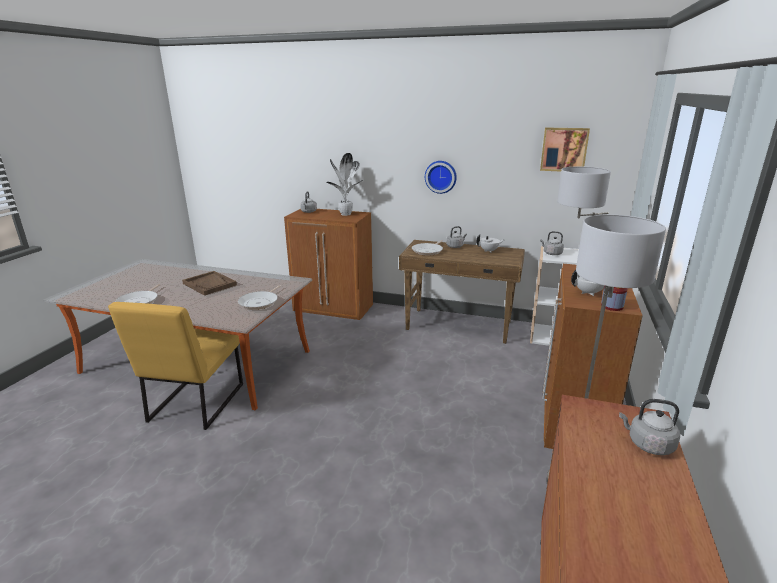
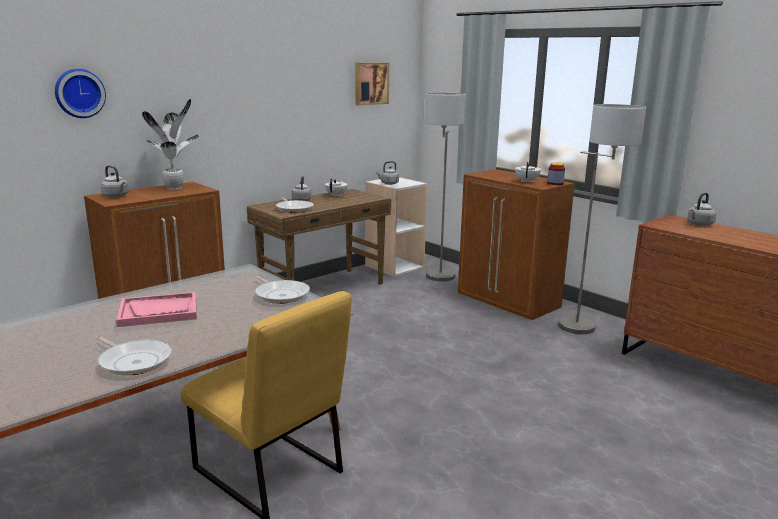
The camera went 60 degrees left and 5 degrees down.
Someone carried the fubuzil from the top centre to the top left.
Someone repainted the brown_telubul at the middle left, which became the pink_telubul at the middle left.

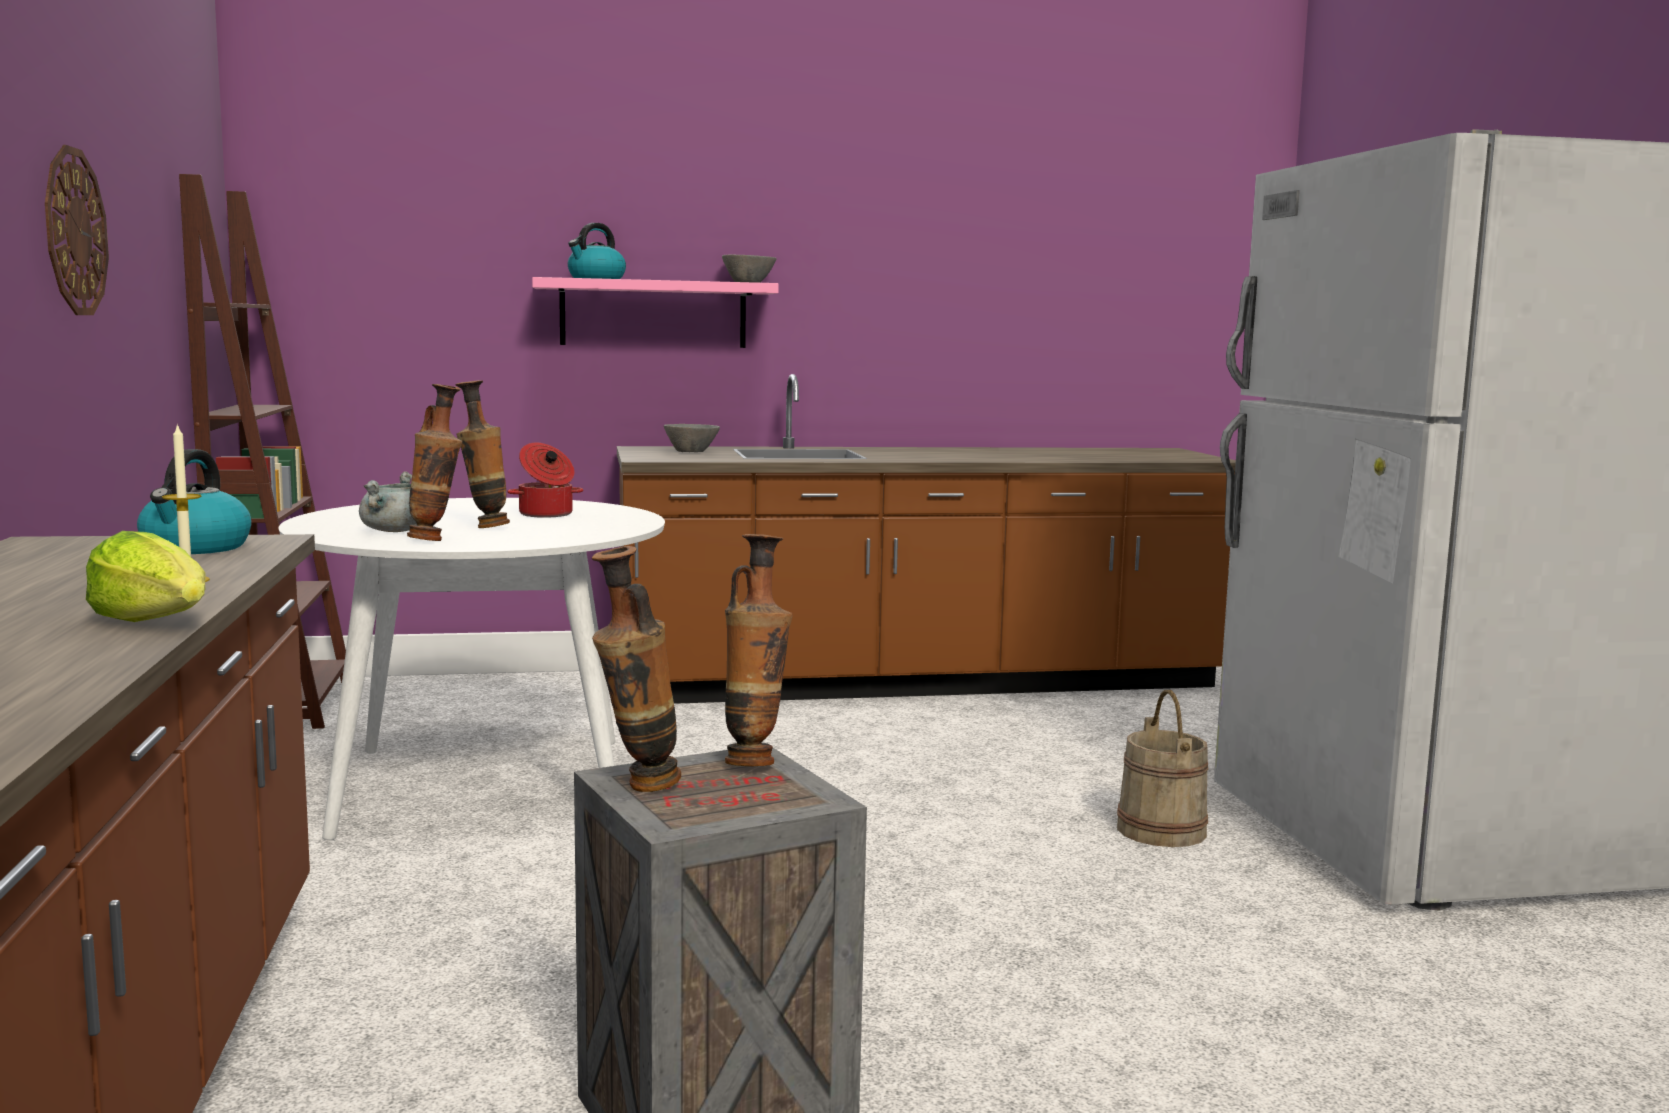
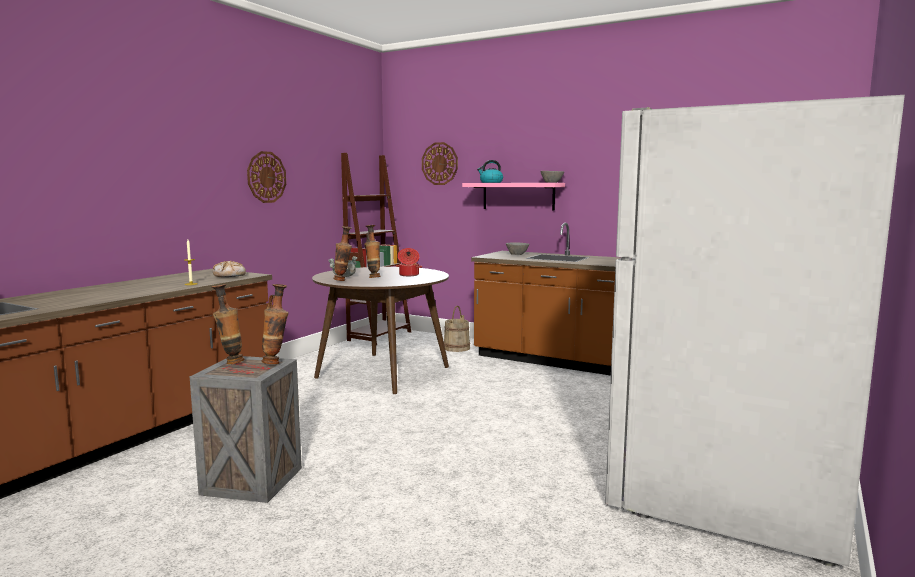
The camera went 40 degrees right and 0 degrees up.
Someone swapped the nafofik (1st from left) at the middle left for the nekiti at the middle left.
Someone repainted the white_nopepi at the middle left, which became the brown_nopepi at the centre.
Someone took away the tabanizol at the middle left.
Someone carried the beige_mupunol from the bottom right to the centre.
Someone put up the fubuzil (2nd from left) at the top centre.

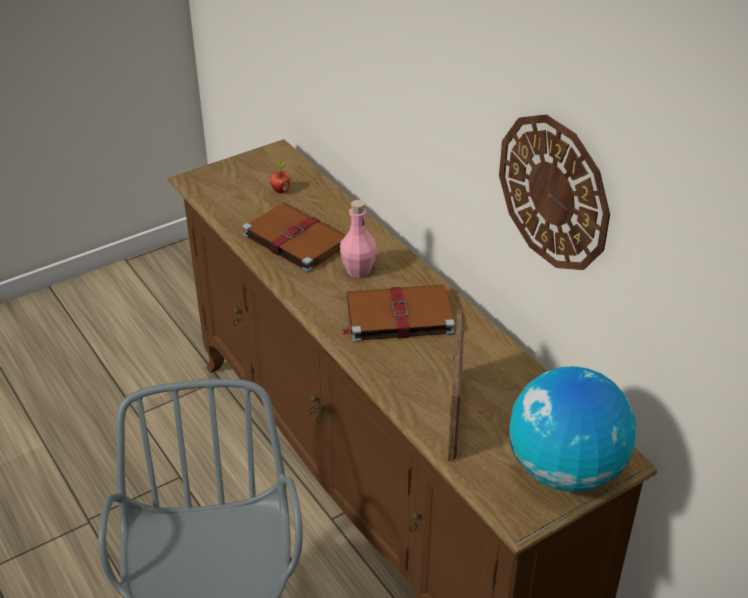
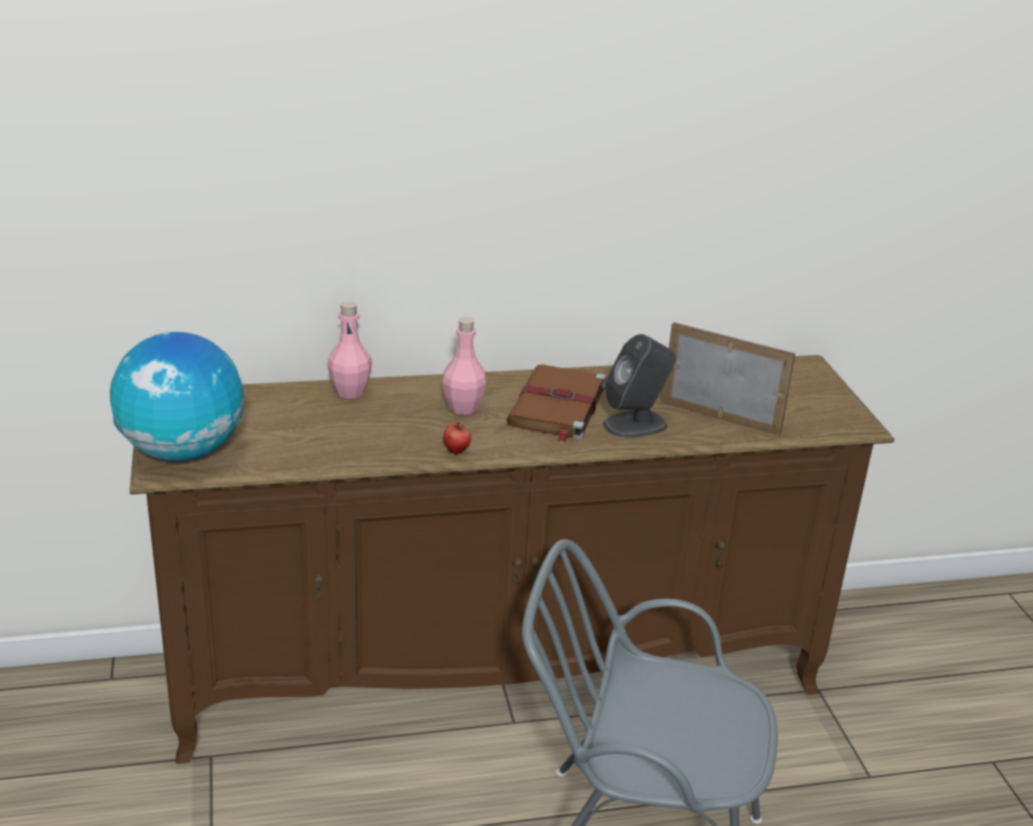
The camera went 70 degrees left and 10 degrees down.
Someone took away the fubuzil at the top right.
Someone carried the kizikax from the top centre to the centre.
Someone took away the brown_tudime (1st from left) at the centre.
Someone carried the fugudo from the bottom right to the middle left.
Someone put down the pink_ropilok (1st from left) at the centre.
Someone put down the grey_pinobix at the centre.

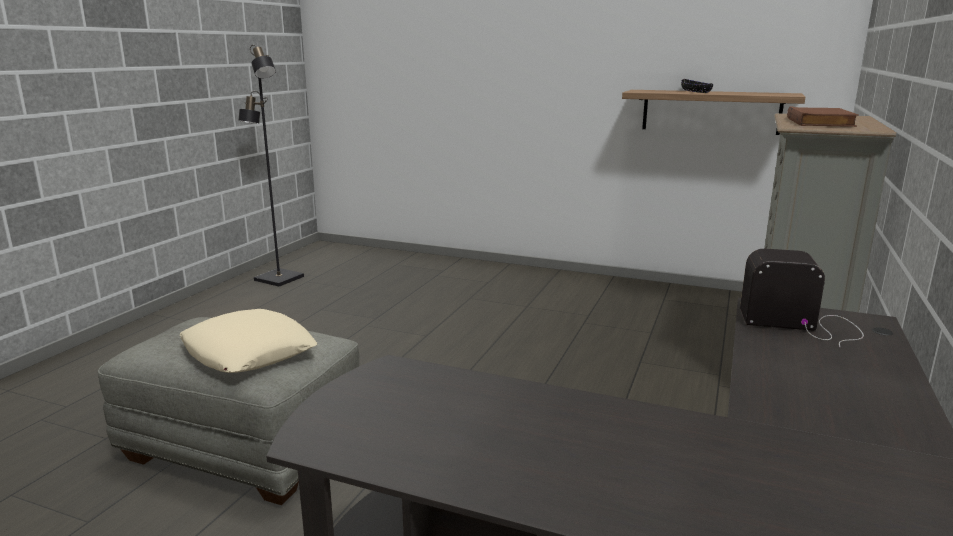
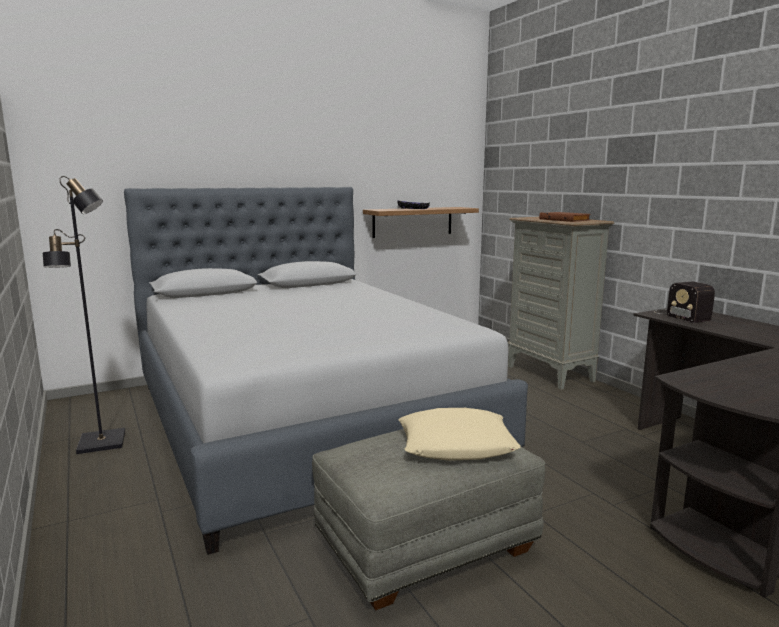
The camera went 50 degrees left and 5 degrees down.
Someone rotated the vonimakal at the middle right by 75 degrees counterclockwise.
Someone put down the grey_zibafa at the centre.

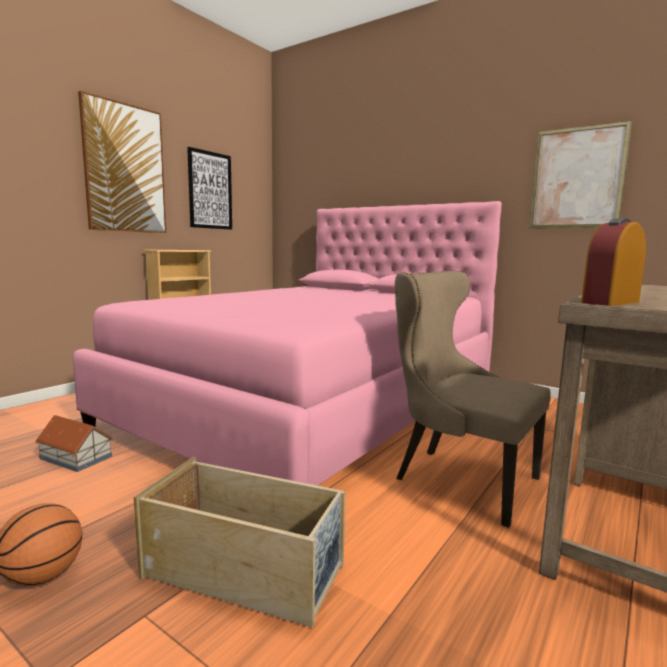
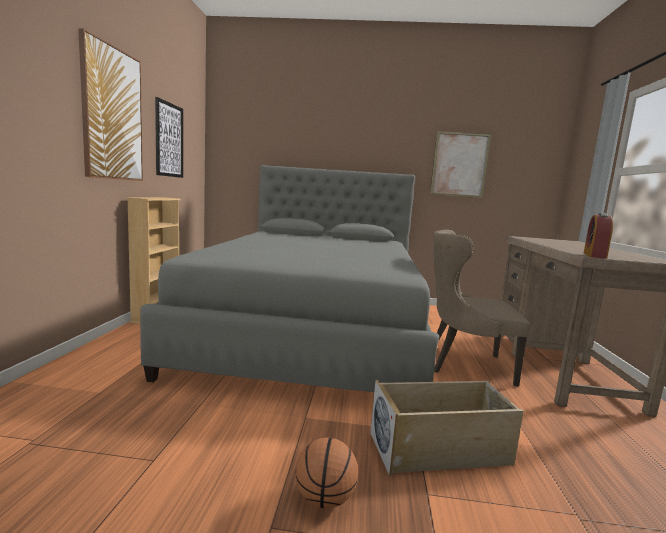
The camera went 30 degrees left and 0 degrees up.
Someone repainted the pink_zibafa at the centre, which became the grey_zibafa at the centre.
Someone took away the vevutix at the middle left.

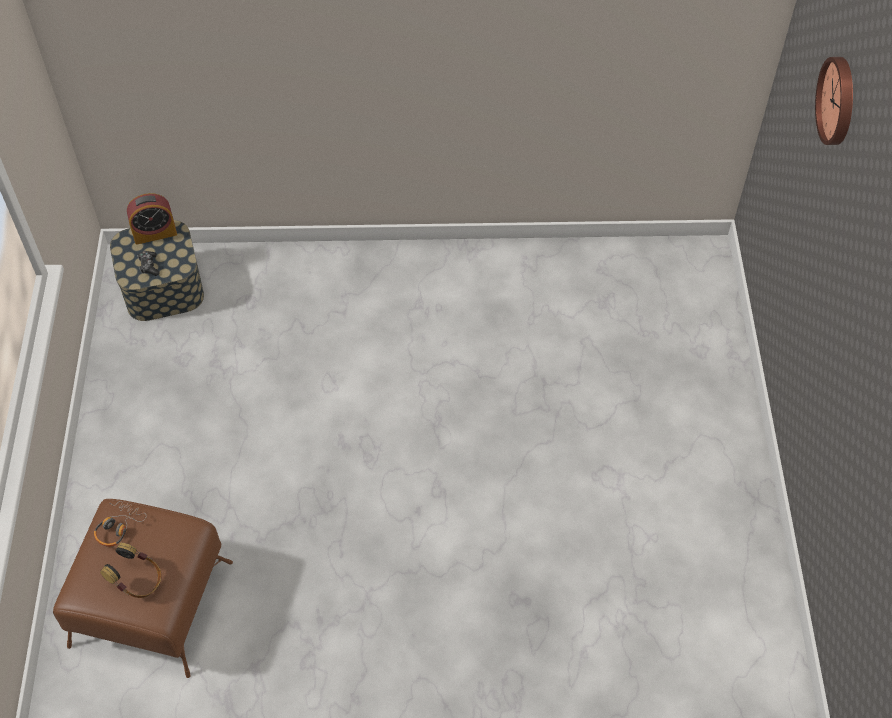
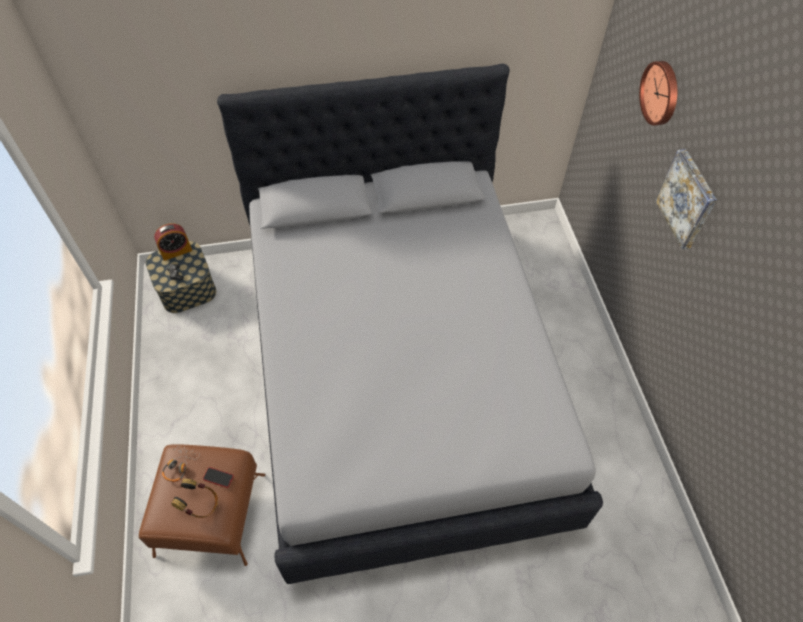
The camera went 10 degrees left and 0 degrees up.
Someone put down the grey_zibafa at the centre.
Someone put up the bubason at the top right.
Someone put down the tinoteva at the bottom left.

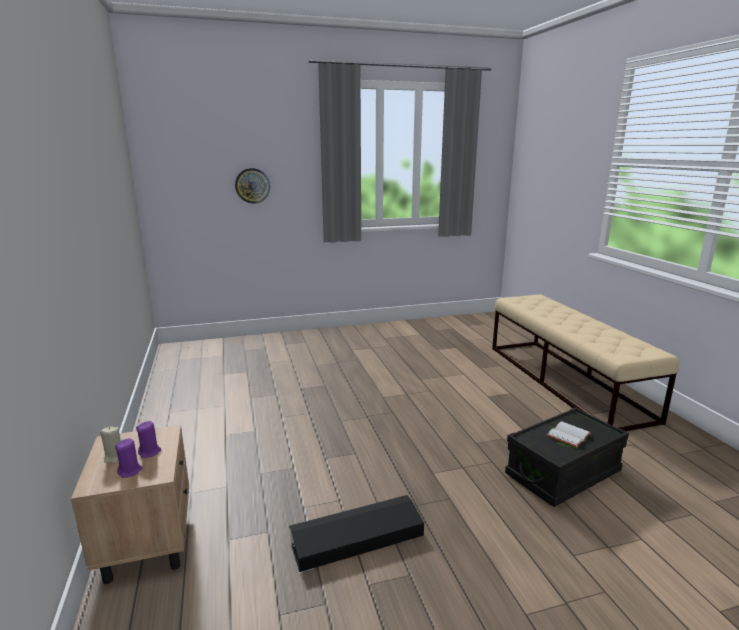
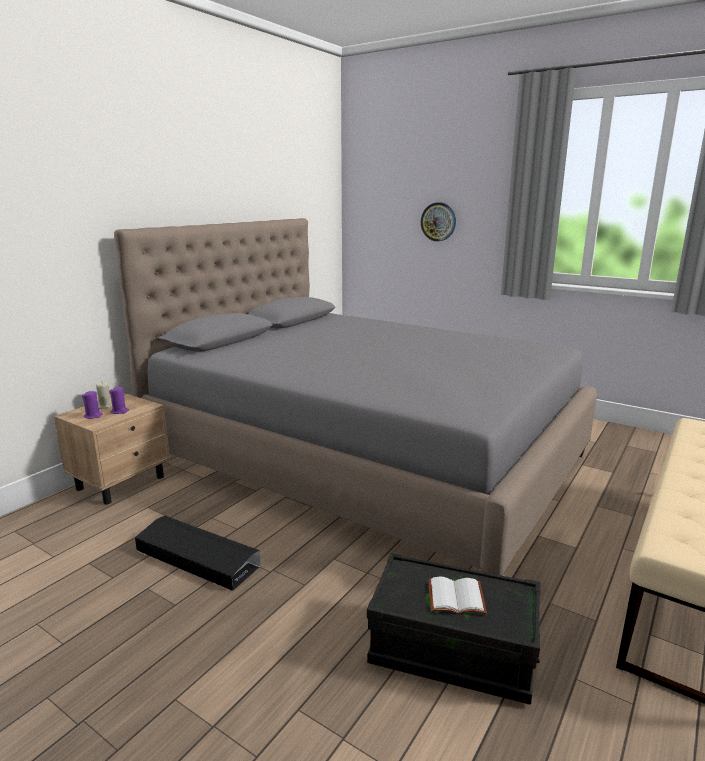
The camera went 50 degrees right and 0 degrees up.
Someone put down the grey_zibafa at the centre.

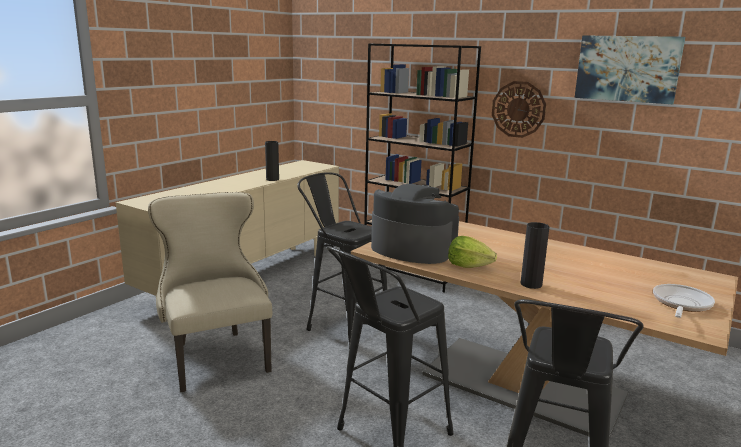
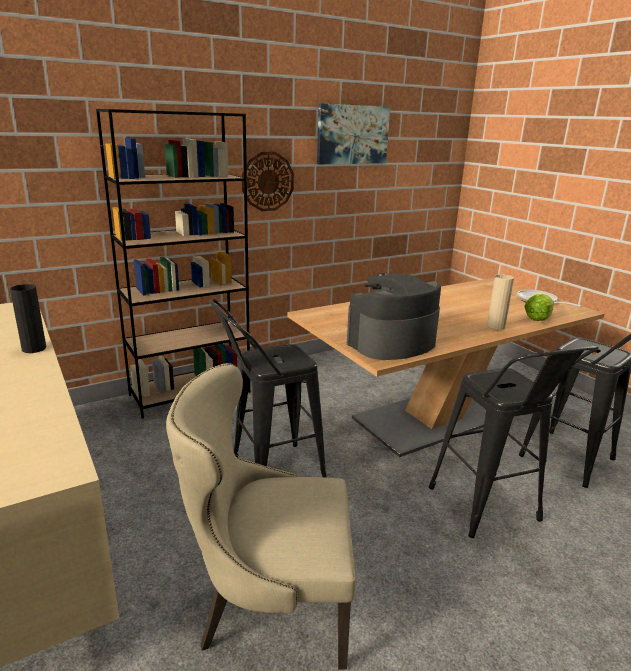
The camera went 65 degrees left and 5 degrees up.
Someone repainted the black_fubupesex (2nd from left) at the middle right, which became the beige_fubupesex at the middle right.
Someone carried the tabanizol from the centre to the middle right.

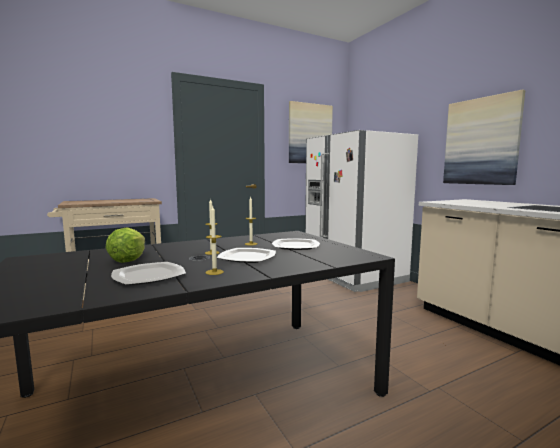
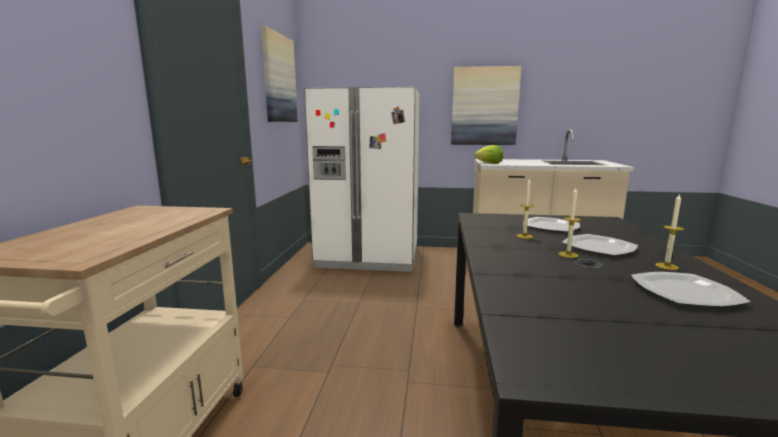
The camera went 55 degrees left and 5 degrees up.
Someone carried the tabanizol from the middle left to the centre.

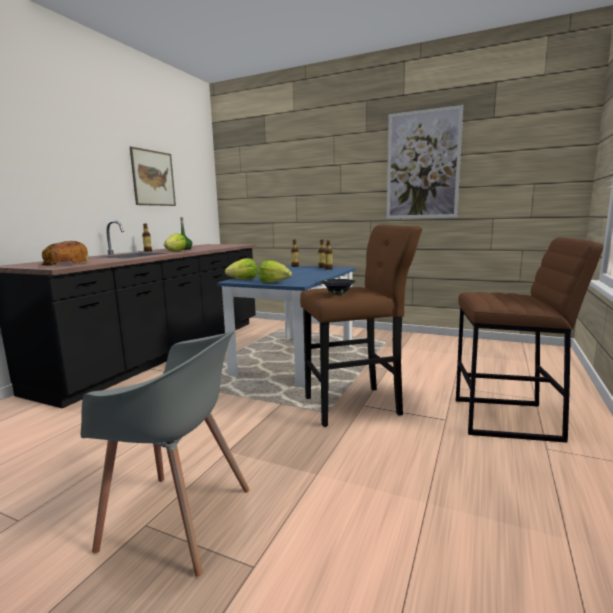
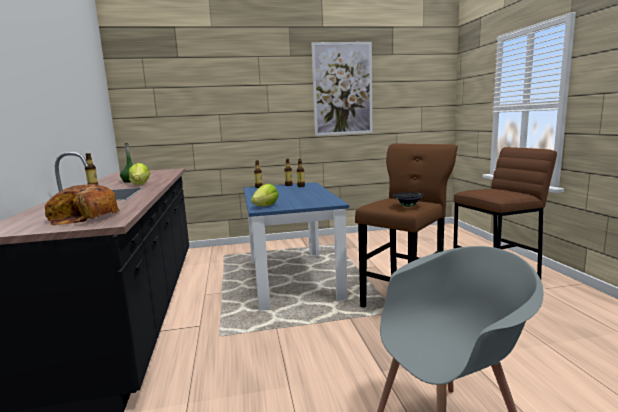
The camera went 35 degrees left and 0 degrees up.
Someone took away the bubason (1st from left) at the top left.
Someone took away the tabanizol (3rd from left) at the centre.

